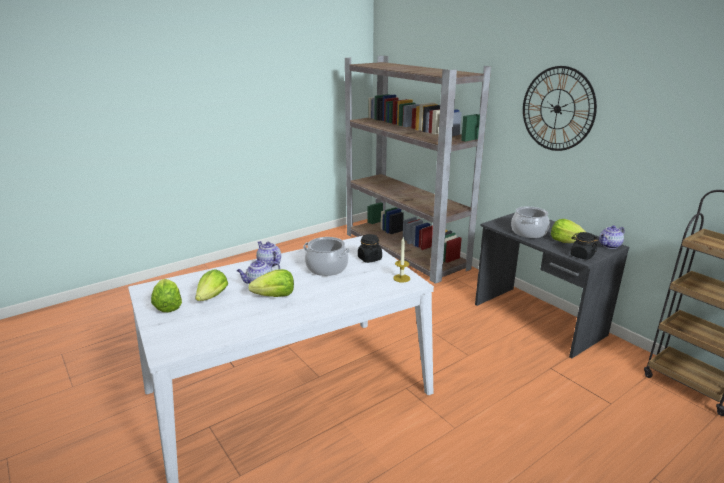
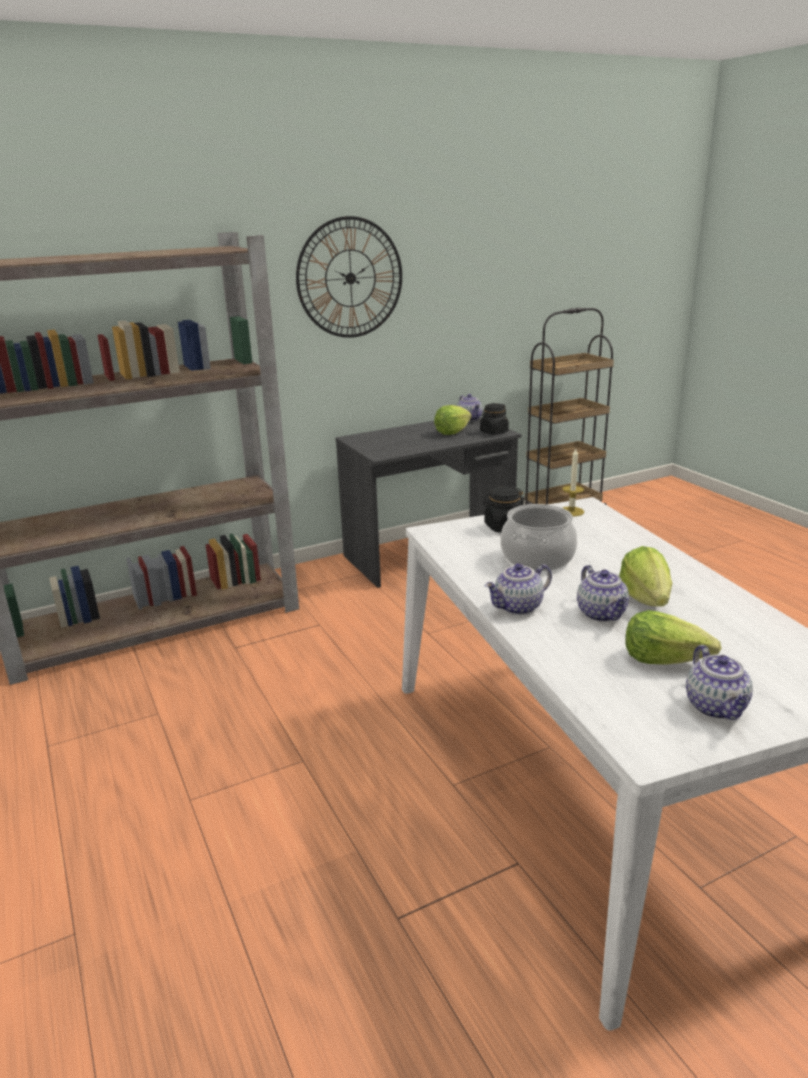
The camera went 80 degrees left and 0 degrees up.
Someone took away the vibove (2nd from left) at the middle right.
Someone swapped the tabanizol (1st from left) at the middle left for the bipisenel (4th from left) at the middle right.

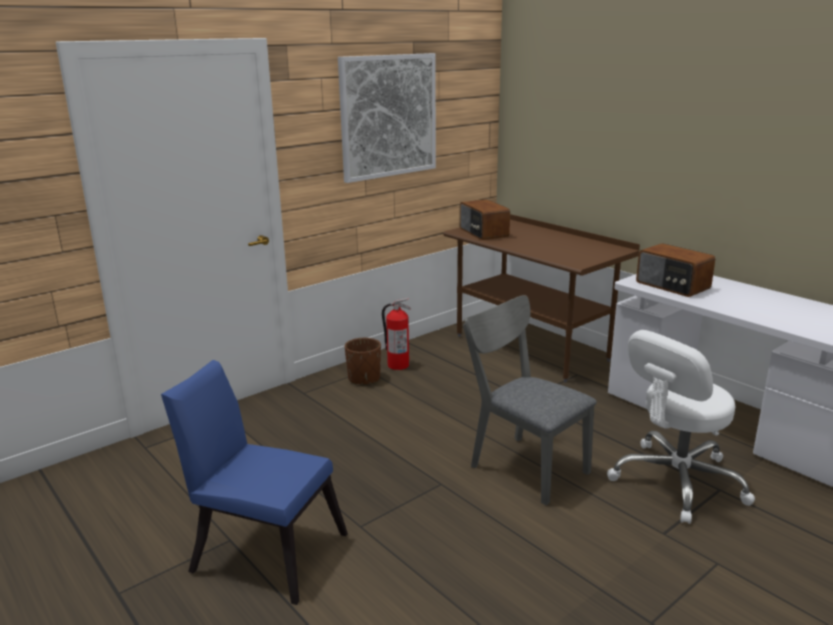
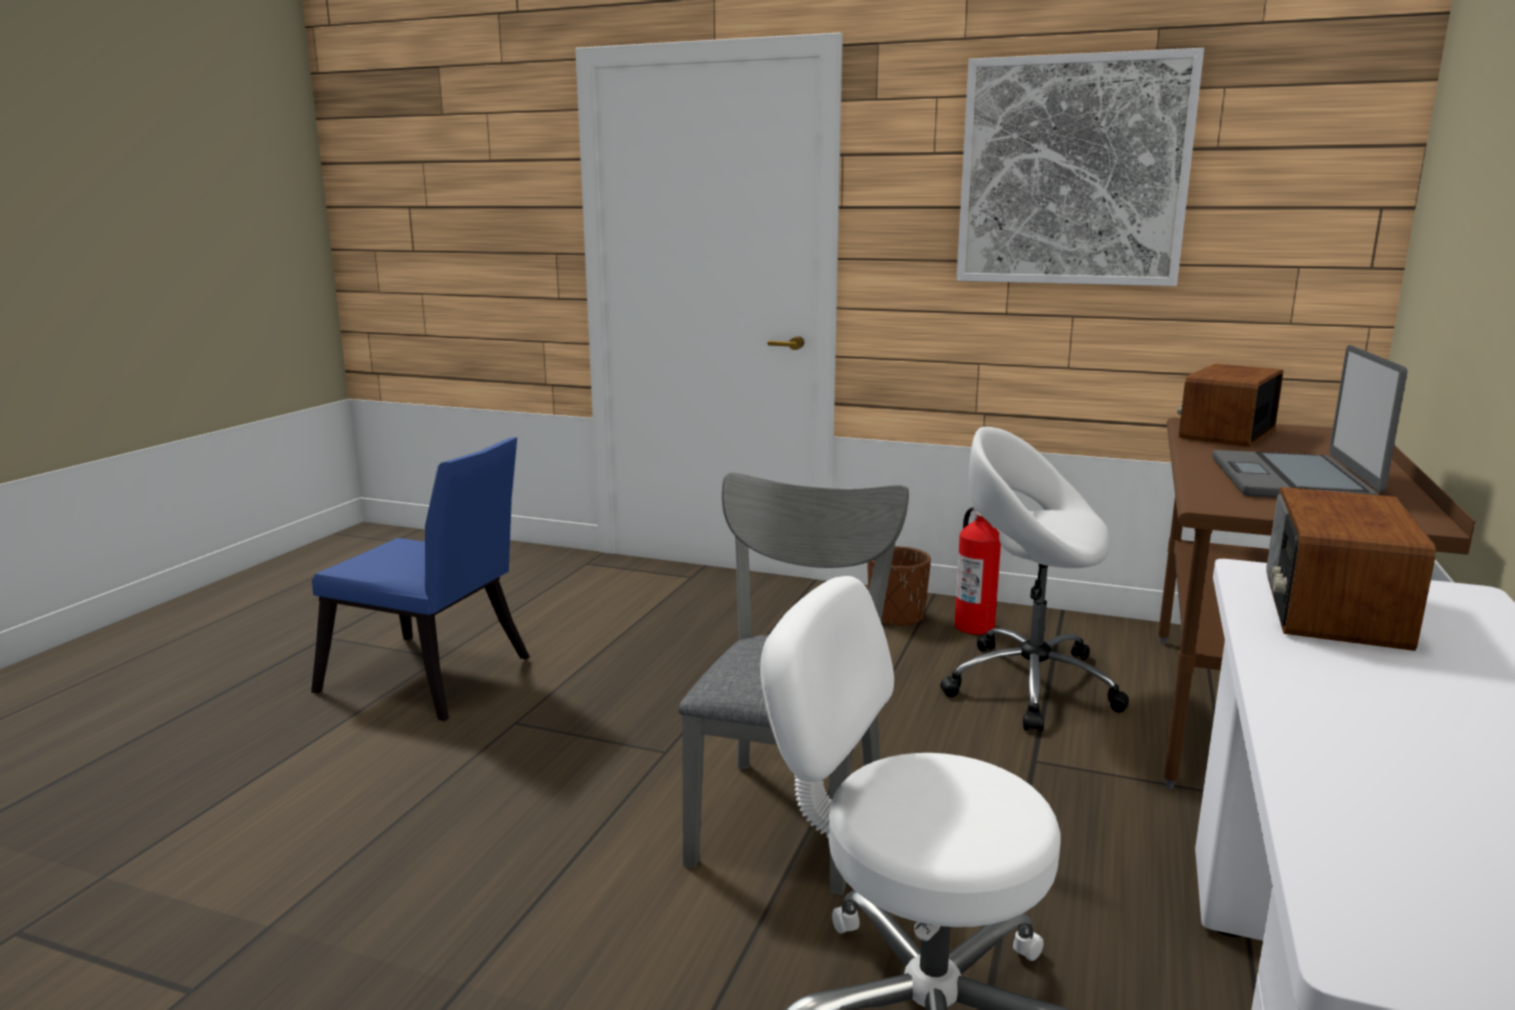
The camera went 60 degrees right and 5 degrees down.
Someone rotated the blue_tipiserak at the bottom left by 120 degrees clockwise.
Someone put down the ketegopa at the middle right.
Someone put down the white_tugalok (2nd from left) at the middle right.

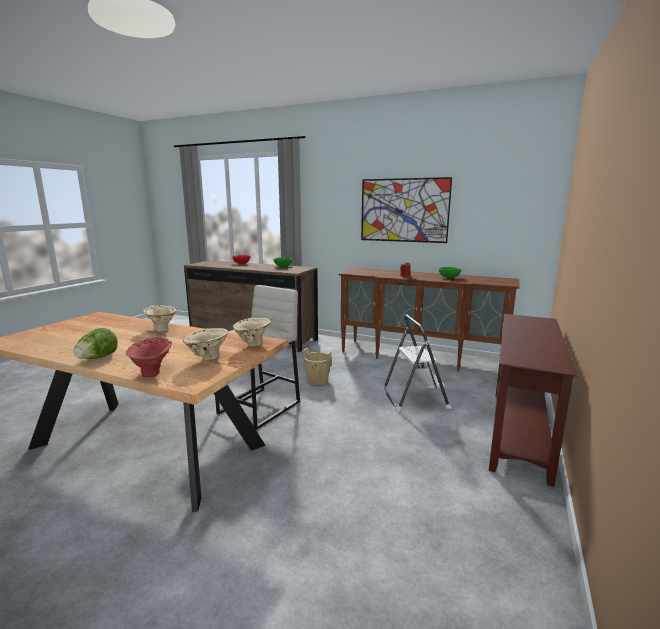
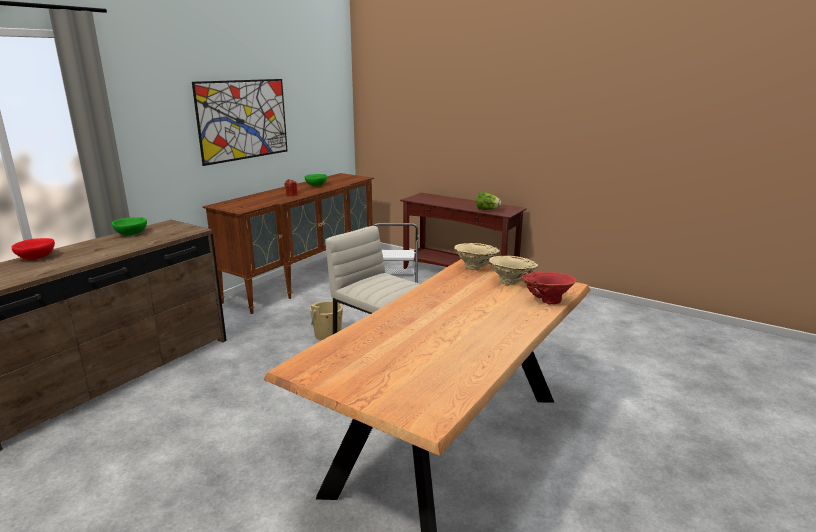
The camera went 80 degrees left and 5 degrees up.
Someone took away the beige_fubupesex (1st from left) at the middle left.
Someone carried the tabanizol from the middle left to the centre.

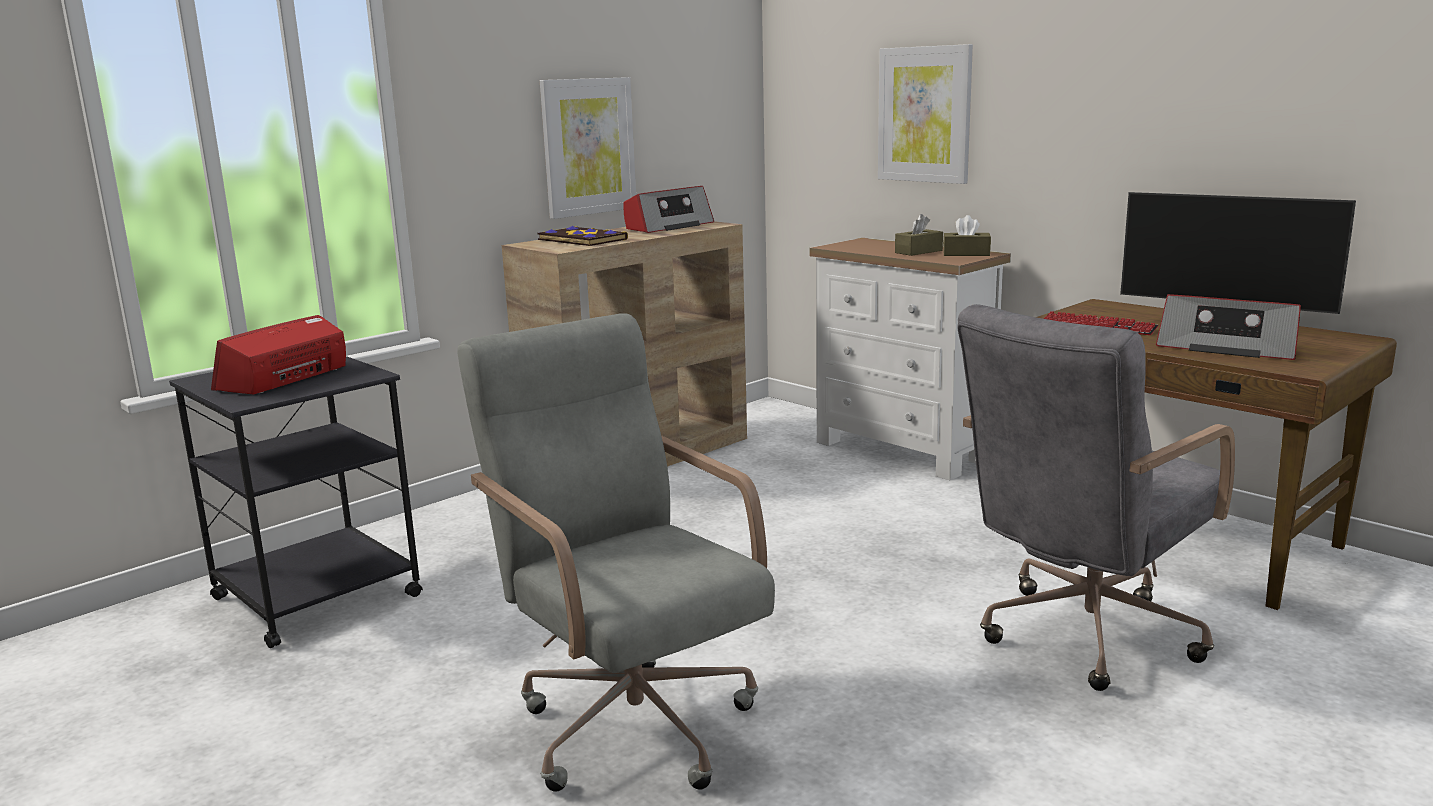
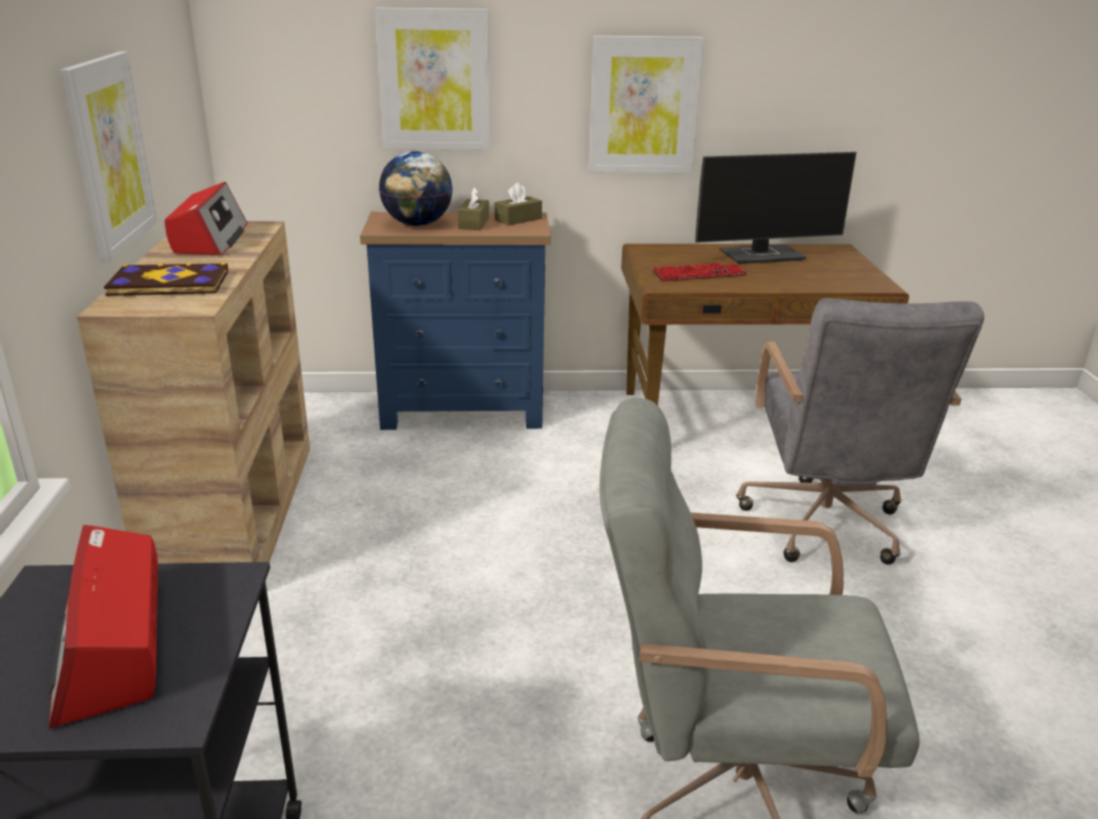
The camera went 50 degrees left and 10 degrees up.
Someone repainted the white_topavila at the centre, which became the blue_topavila at the centre.
Someone took away the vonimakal (3rd from left) at the middle right.
Someone put up the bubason (3rd from left) at the top centre.
Someone put down the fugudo at the top centre.

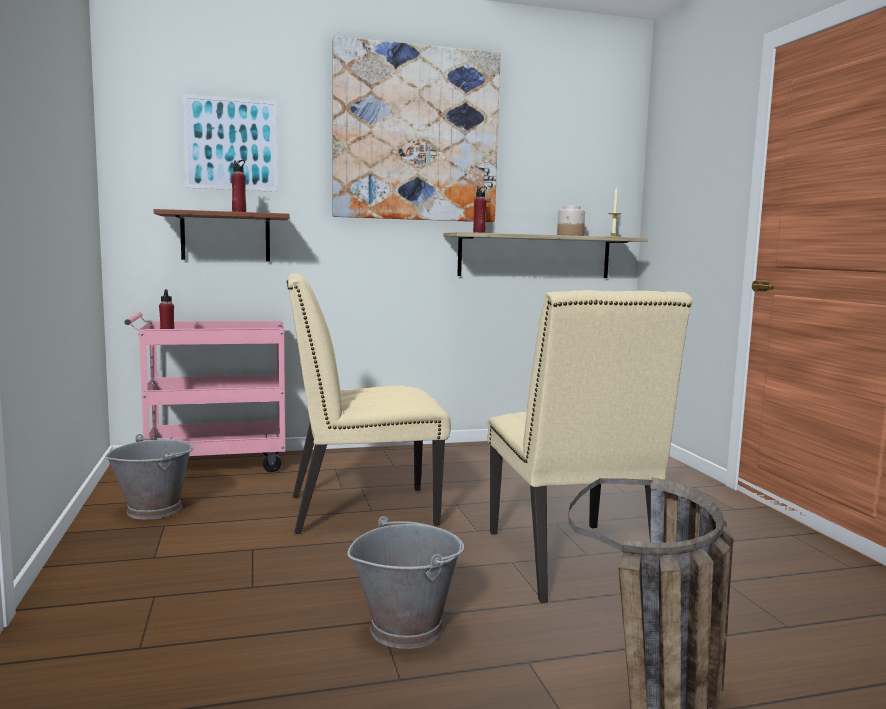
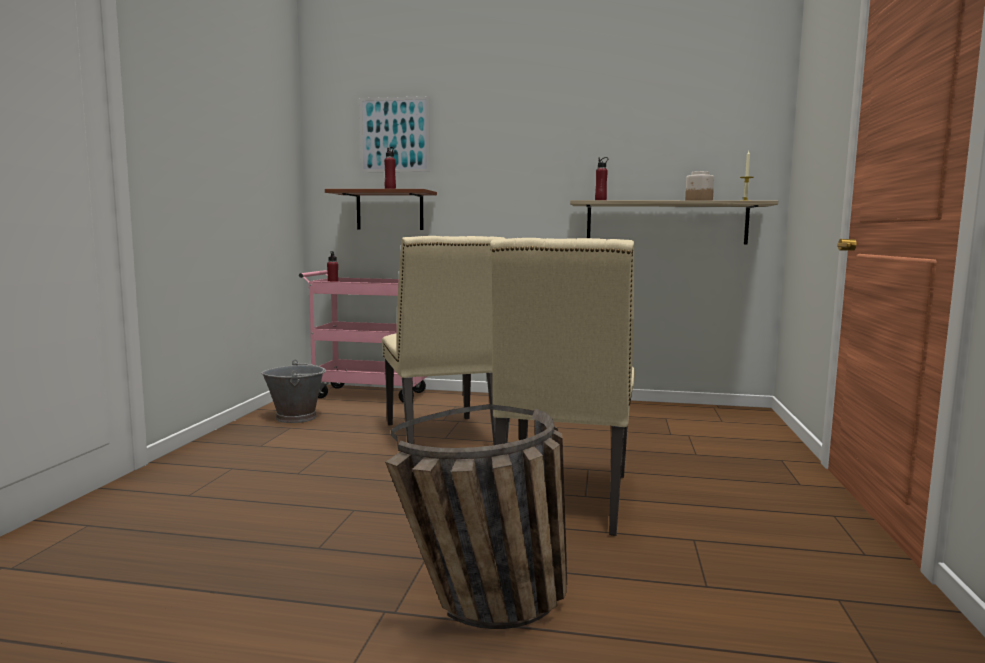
The camera went 25 degrees right and 0 degrees up.
Someone took away the bubason (2nd from left) at the top centre.
Someone rotated the beige_tipiserak (1st from left) at the centre by 120 degrees counterclockwise.
Someone took away the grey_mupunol (2nd from left) at the bottom centre.

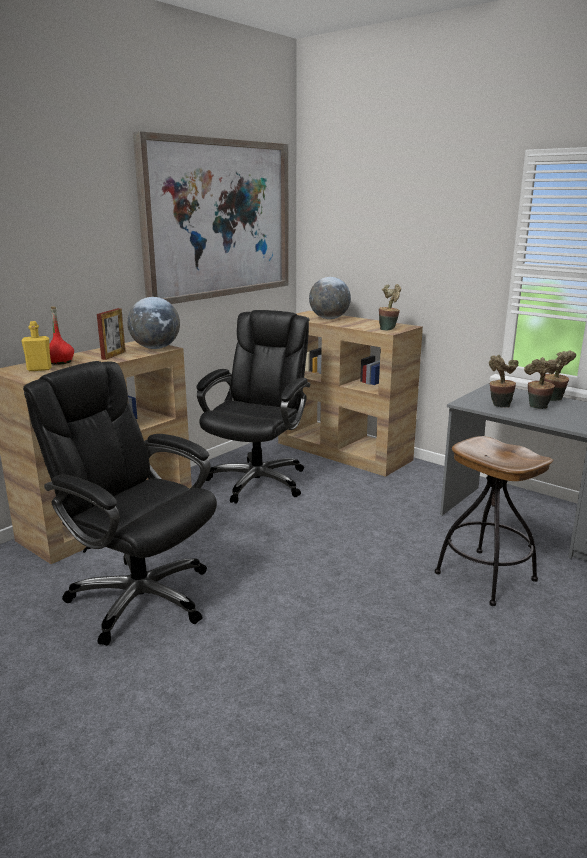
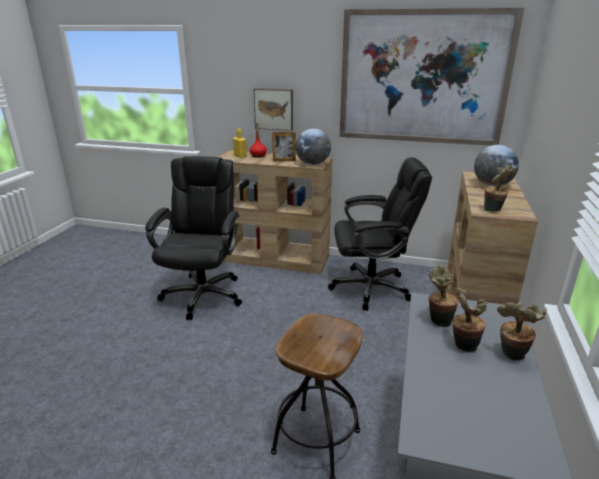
The camera went 65 degrees right and 5 degrees up.
Someone put up the bubason (1st from left) at the top centre.

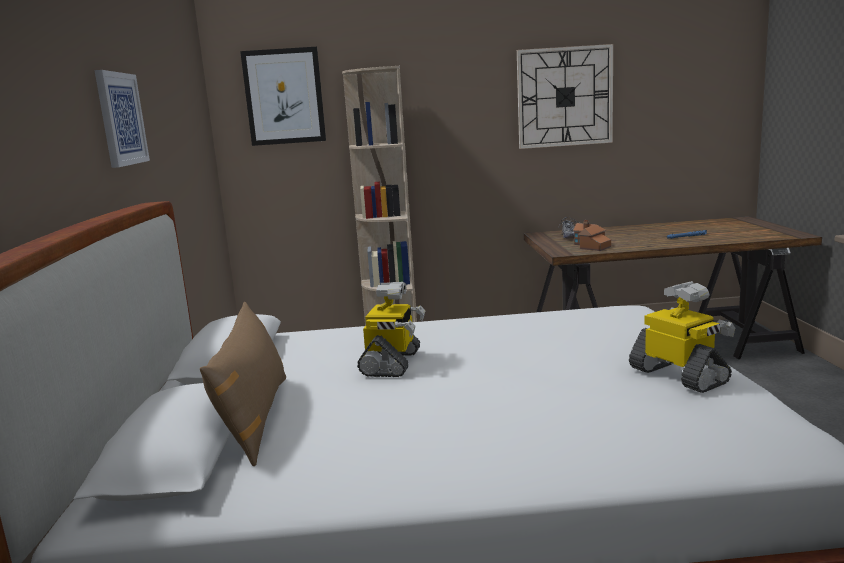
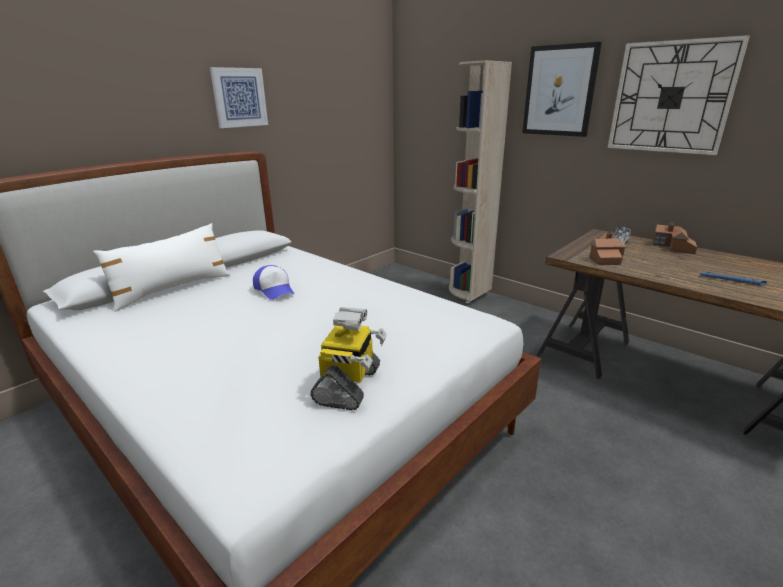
The camera went 45 degrees right and 10 degrees up.
Someone carried the bubason (2nd from left) from the top centre to the top right.
Someone swapped the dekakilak (1st from left) at the centre for the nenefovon at the centre.
Someone repainted the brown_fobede at the bottom left, which became the white_fobede at the middle left.
Someone put down the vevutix (2nd from left) at the middle right.

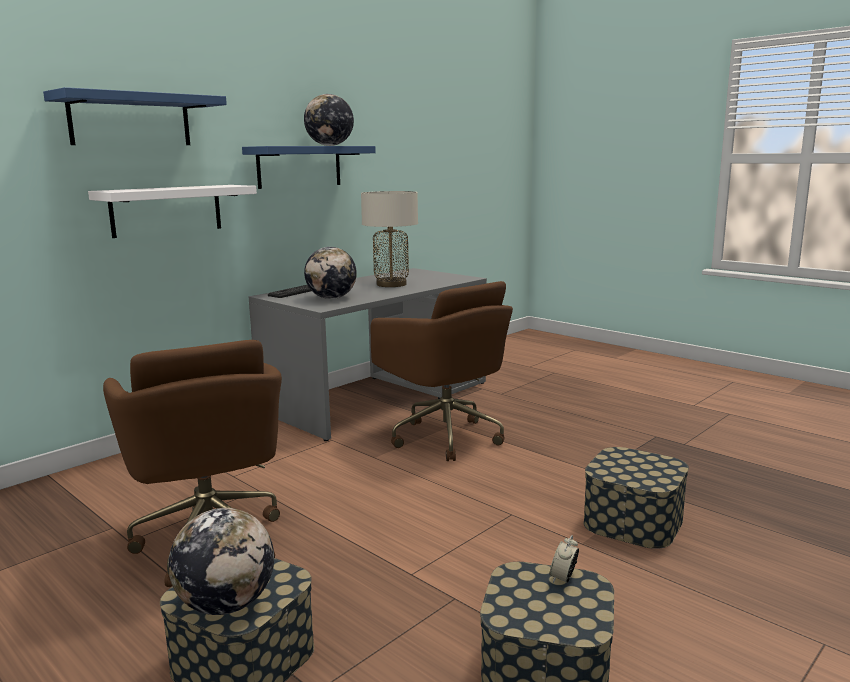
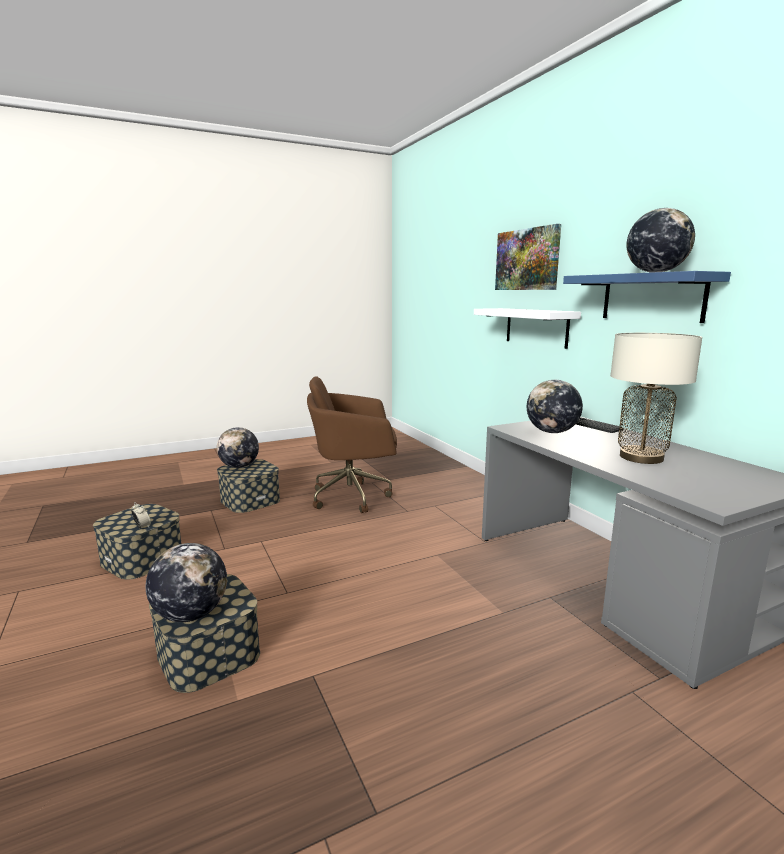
The camera went 110 degrees right and 0 degrees up.
Someone swapped the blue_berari (1st from left) at the top left for the bubason at the top right.
Someone took away the brown_tugalok (2nd from left) at the centre.
Someone put down the fugudo (1st from left) at the bottom left.

